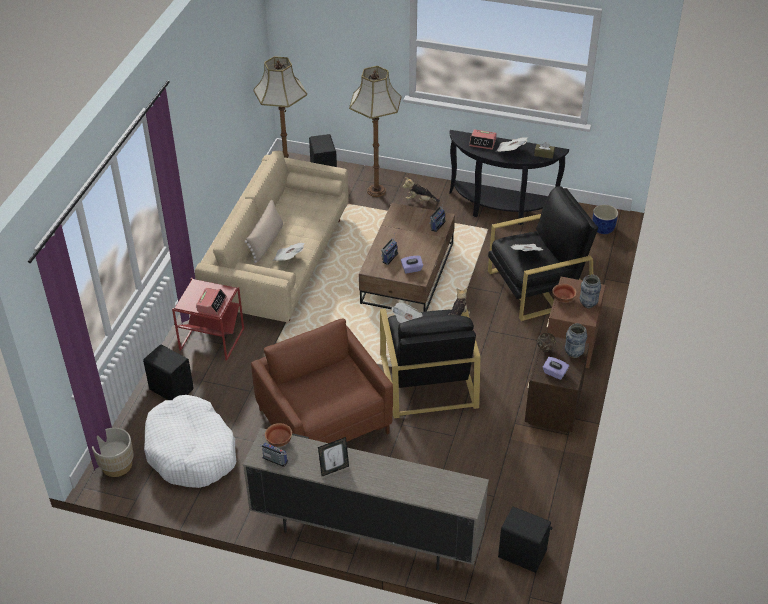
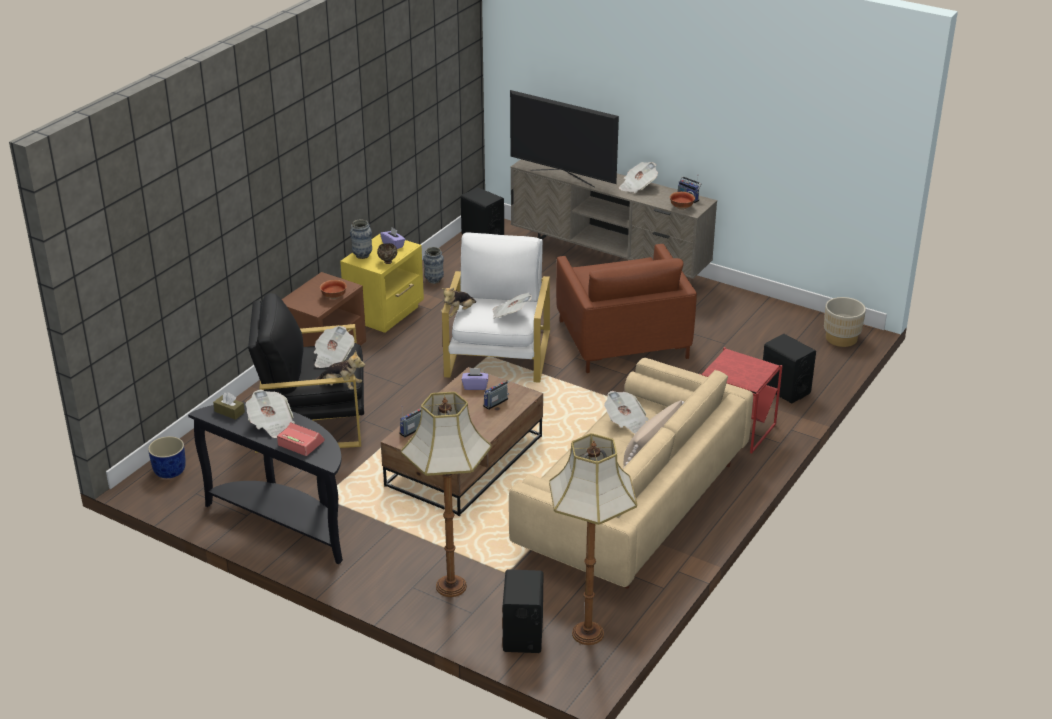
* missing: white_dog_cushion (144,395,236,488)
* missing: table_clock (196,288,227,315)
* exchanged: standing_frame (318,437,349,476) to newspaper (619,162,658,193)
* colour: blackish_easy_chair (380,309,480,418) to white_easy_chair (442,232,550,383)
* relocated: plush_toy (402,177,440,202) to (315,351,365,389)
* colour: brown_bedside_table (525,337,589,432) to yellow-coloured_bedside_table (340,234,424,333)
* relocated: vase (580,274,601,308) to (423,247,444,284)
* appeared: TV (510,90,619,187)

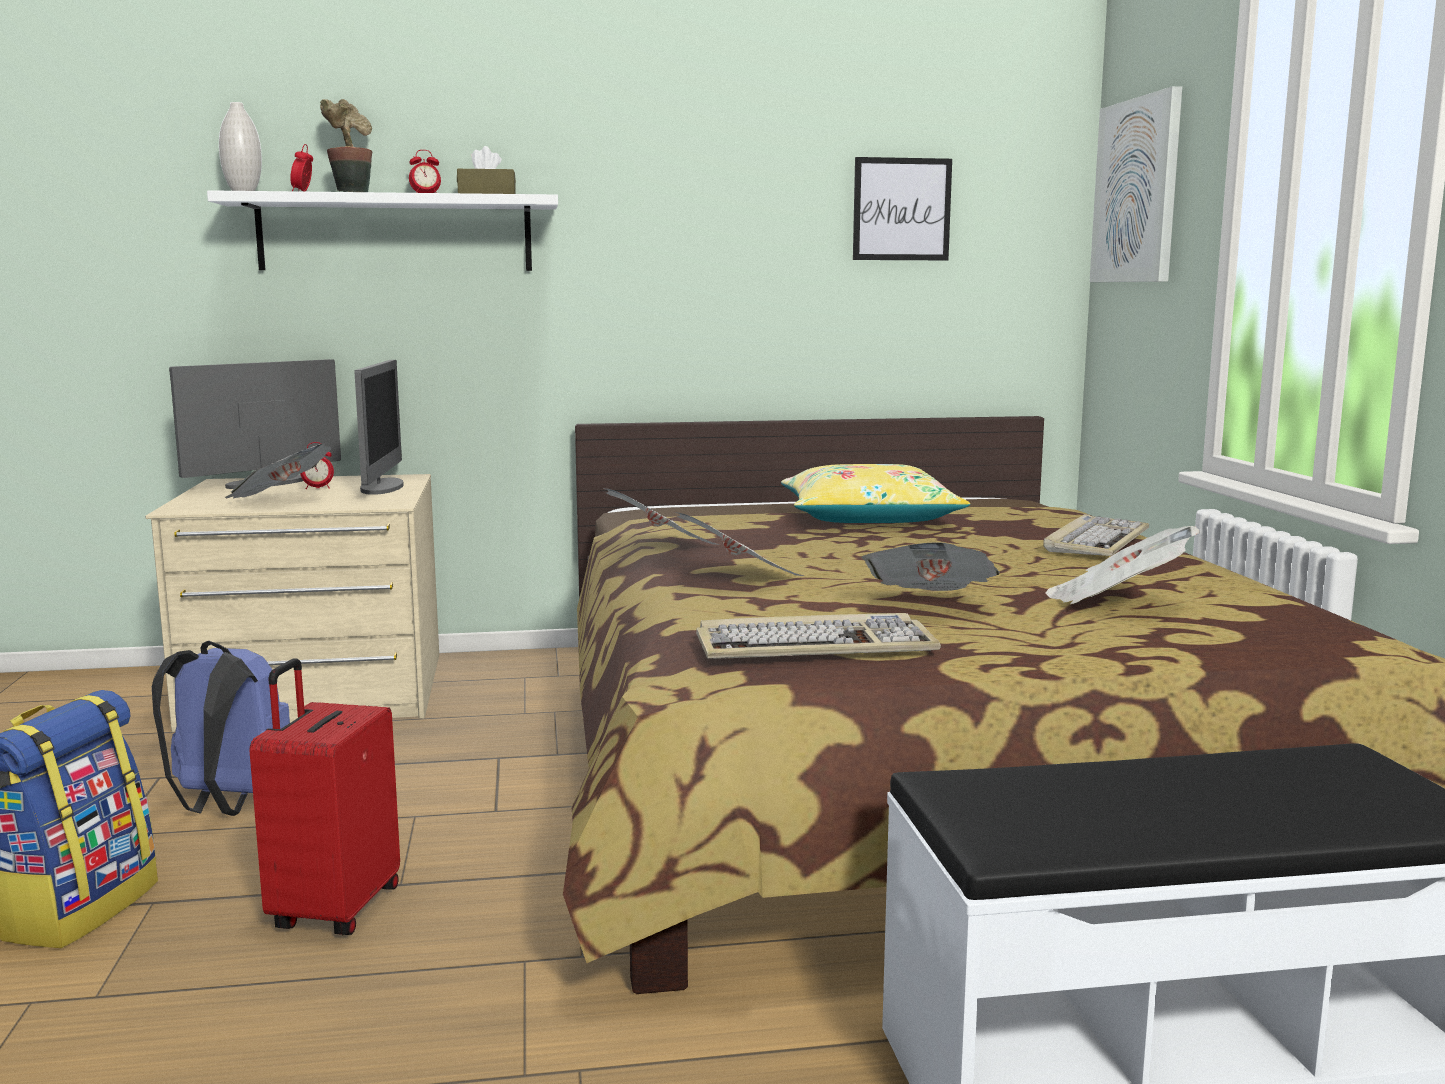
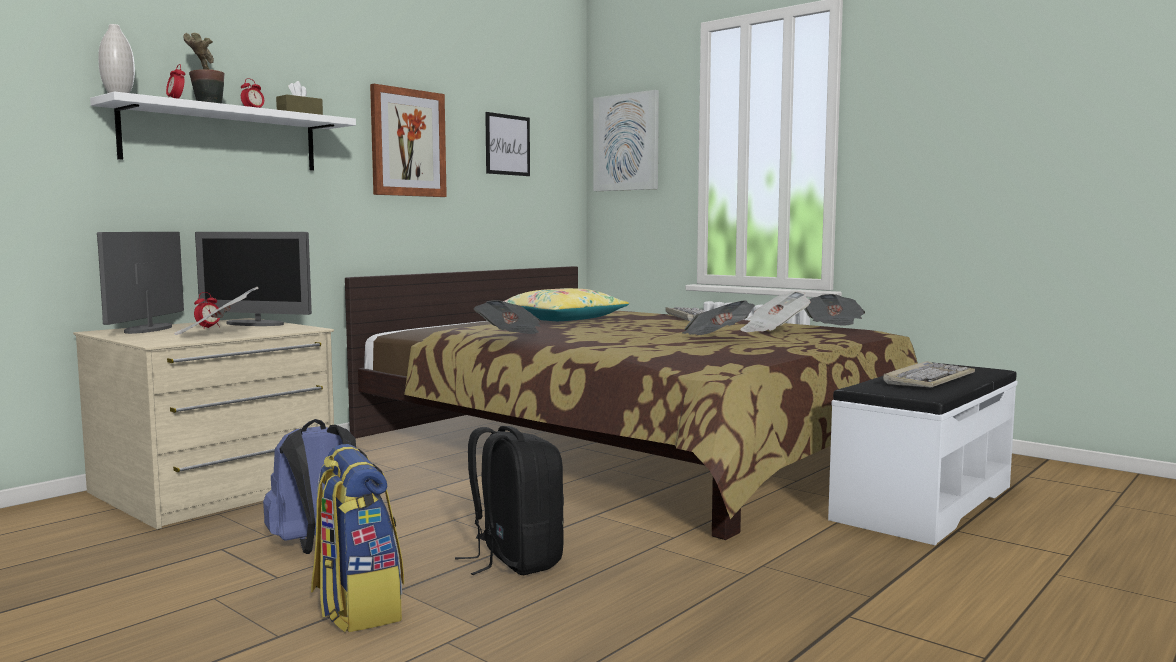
* exchanged: reddish_piece_of_luggage (249,658,400,935) to blackish_knapsack (455,426,564,575)
* spun: computer_screen (354,360,404,495) = (195,232,312,326) 150 degrees clockwise
* relocated: newspaper (674,512,804,576) to (804,294,865,326)
* relocated: PC_keyboard (696,613,941,659) to (883,361,975,387)
* appeared: wall_picture (370,84,447,197)

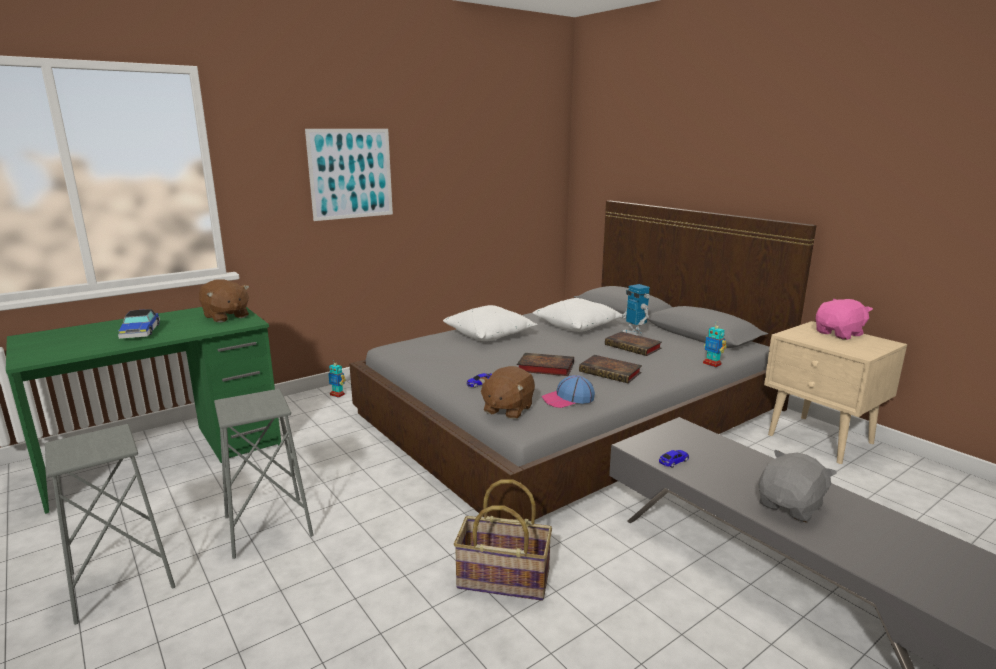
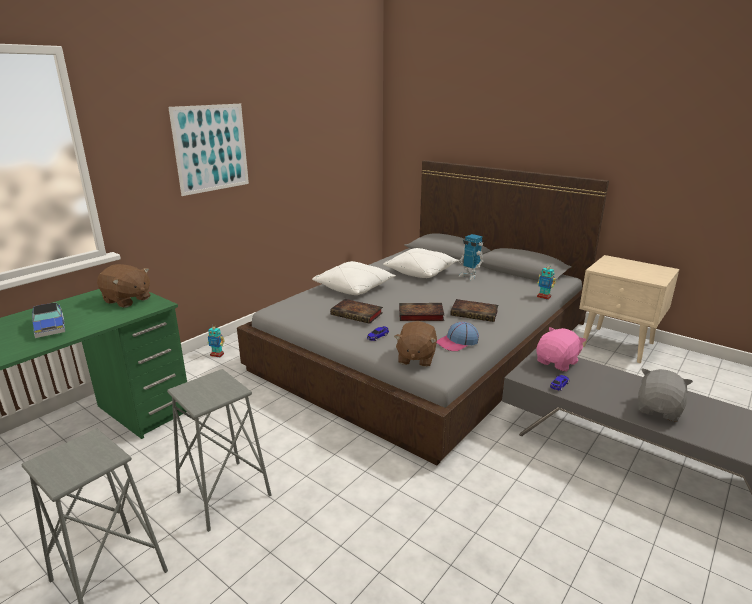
* missing: basket (454,479,552,601)
* relocated: volume (605,331,662,356) to (330,299,383,324)
* relocated: pink_plush_toy (816,299,873,340) to (536,327,586,372)

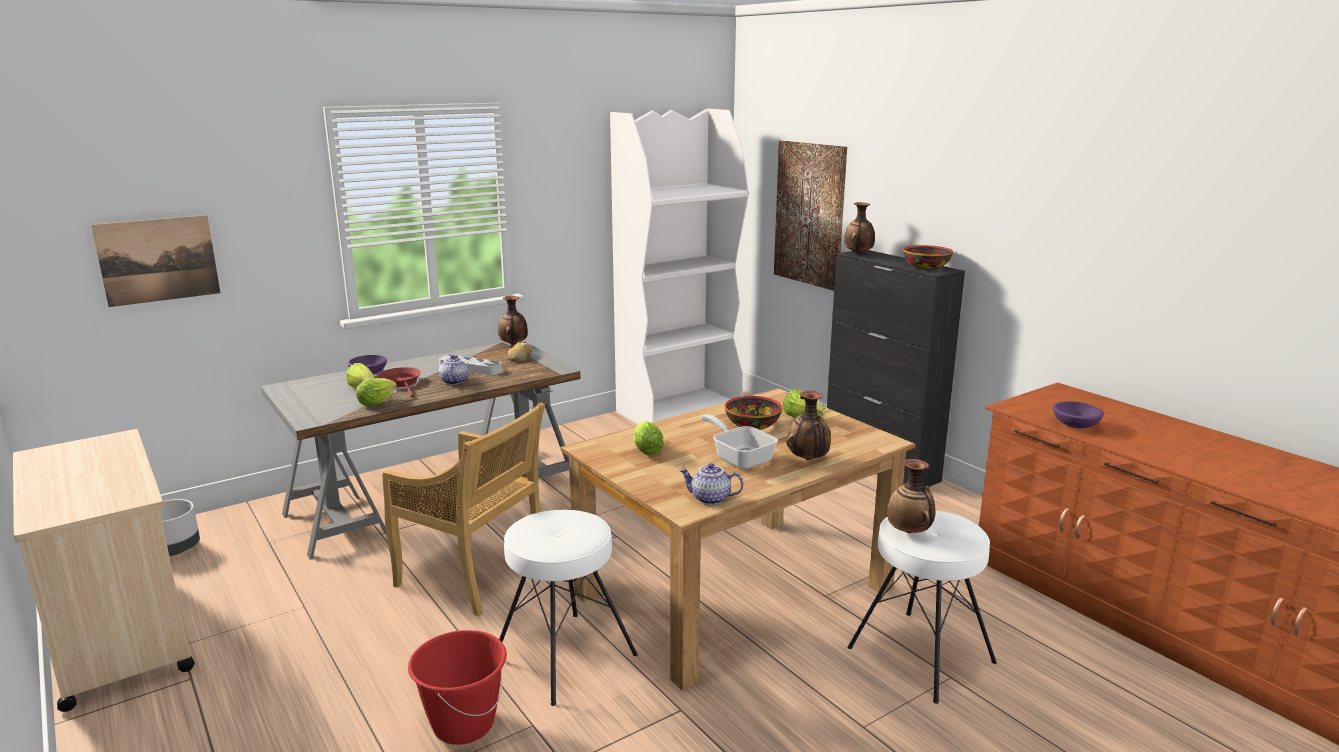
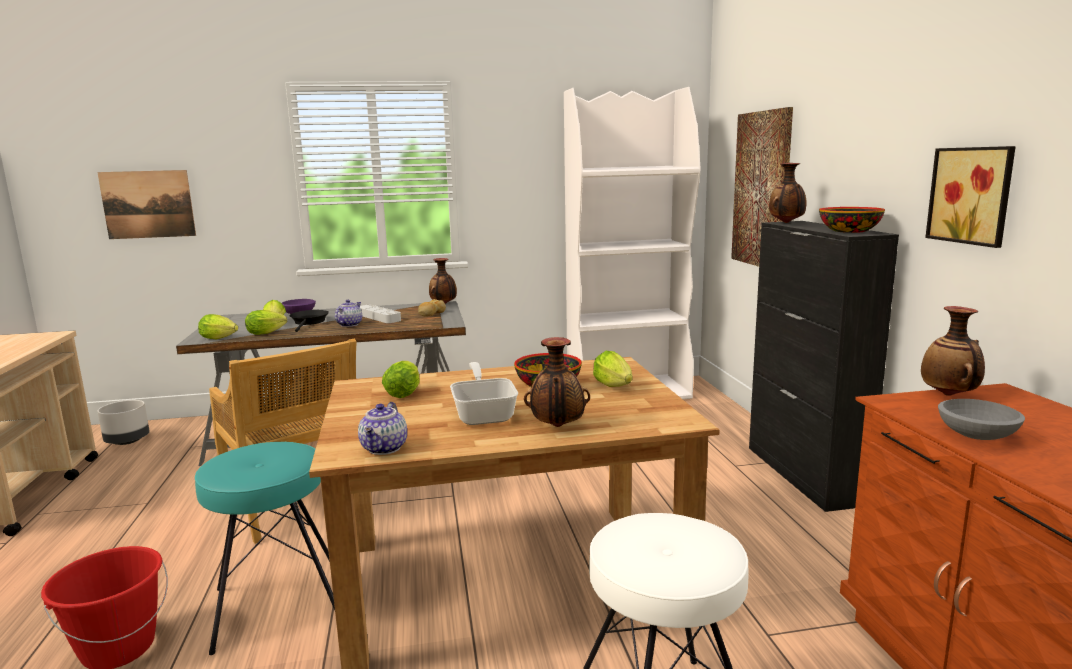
* colour: reddish_skillet (378,367,421,397) to blackish_skillet (289,310,329,332)
* colour: white_stool_seat (499,510,638,706) to turquoise-coloured_stool_seat (195,442,335,655)
* spun: tea_pot (679,463,744,505) = (358,402,407,455) 120 degrees counterclockwise
* relocated: vase (887,459,935,533) to (921,306,985,396)
* colour: purplish_bowl (1053,401,1104,428) to greyish_bowl (938,399,1025,440)
* appeared: lettuce_head (198,314,238,339)
* appeared: wall_picture (925,146,1016,248)

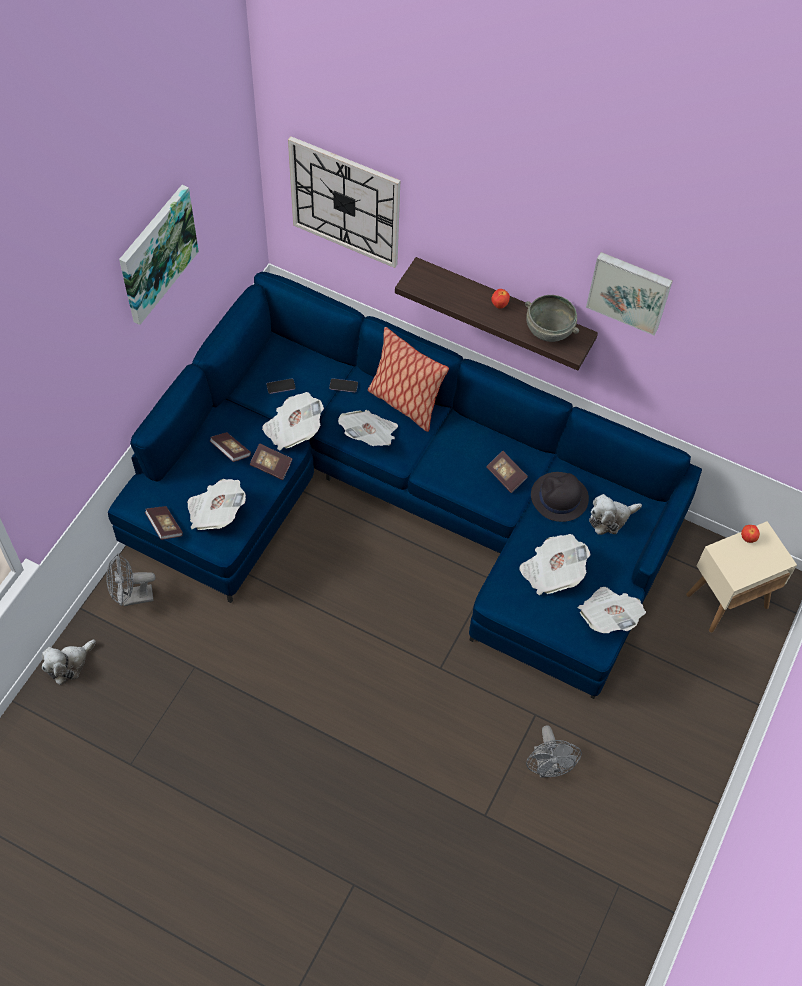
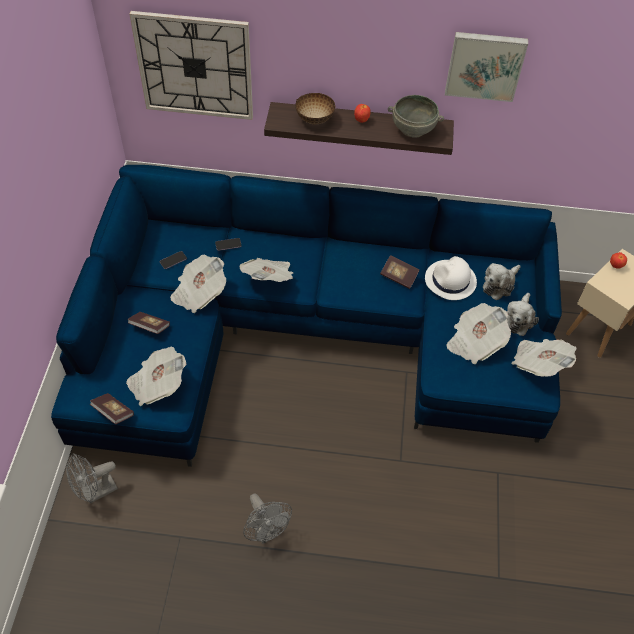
* relocated: plush_toy (42,640,96,685) to (507,293,539,336)
* missing: wall_picture (119,185,199,325)
* missing: volume (249,443,292,480)
* missing: pillow (368,327,449,432)
* relocated: greyish_fan (526,725,582,778) to (243,494,292,544)
* colour: blackish_hat (531,472,589,522) to white_hat (425,256,477,300)
* appeared: bowl (295,93,336,124)

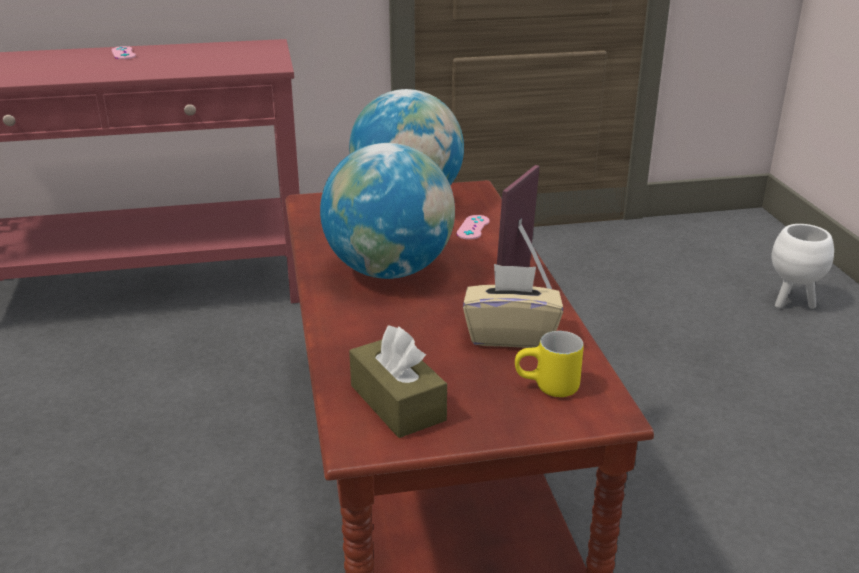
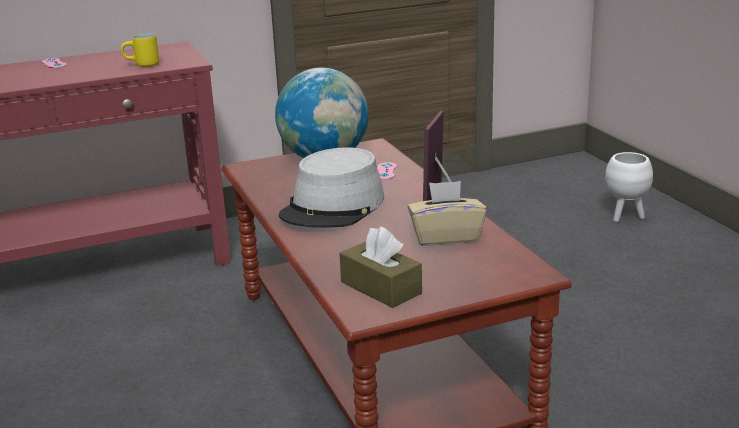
* exchanged: globe (320,143,455,279) to greyish_hat (279,147,384,228)
* relocated: yellow-coloured_coffee_mug (515,331,584,397) to (121,33,159,67)

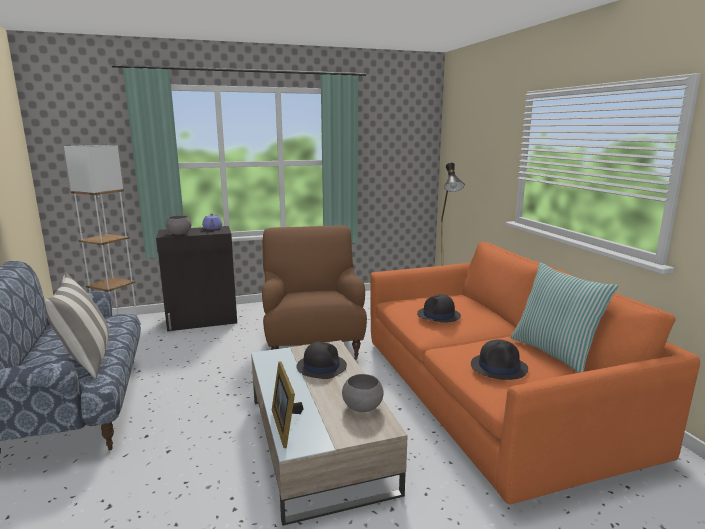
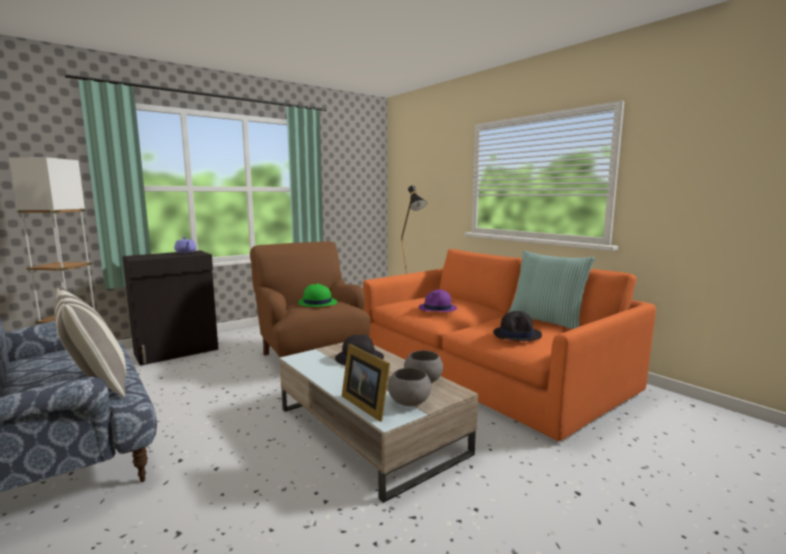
* relocated: greyish_bowl (166,215,191,235) to (388,368,431,406)
* colour: blackish_hat (417,294,461,323) to purplish_hat (419,289,457,312)
* appeared: green_hat (298,284,337,307)

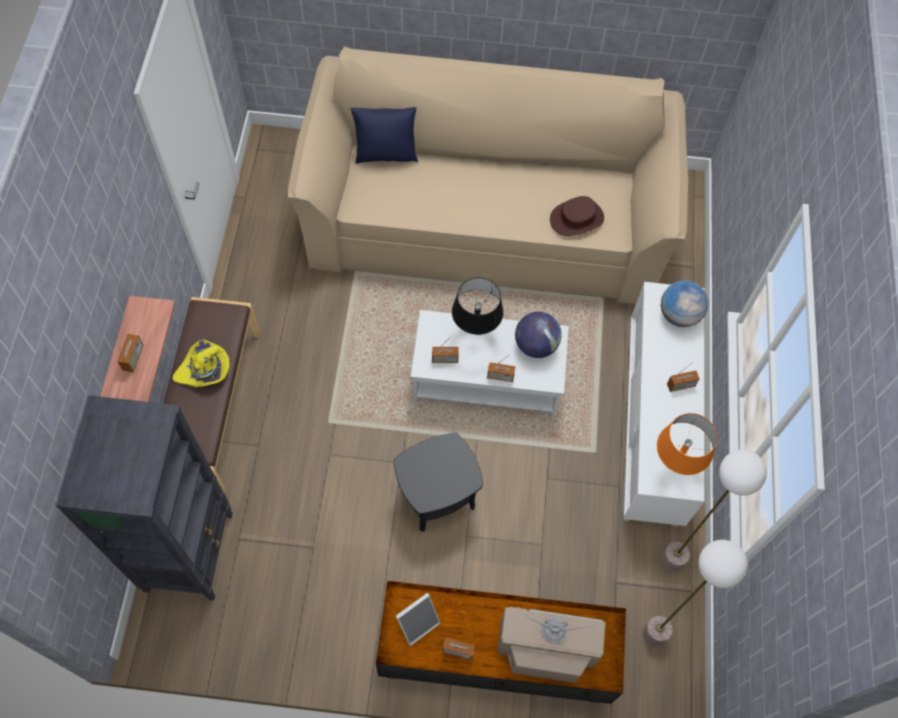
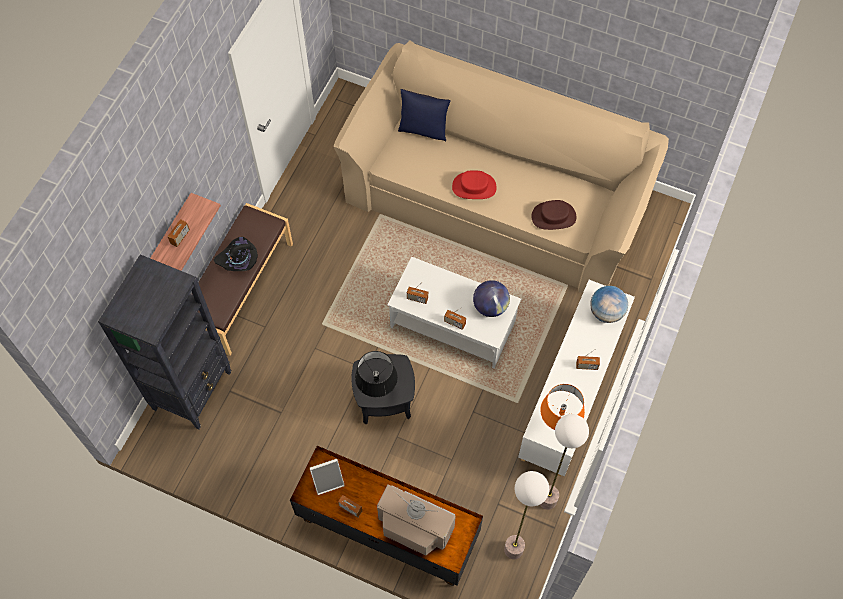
* colour: yellow-coloured_hat (173,339,230,387) to blackish_hat (214,237,258,271)
* relocated: blackish_tabletop_lamp (452,277,503,335) to (355,351,398,397)
* appeared: reddish_hat (452,170,497,199)

